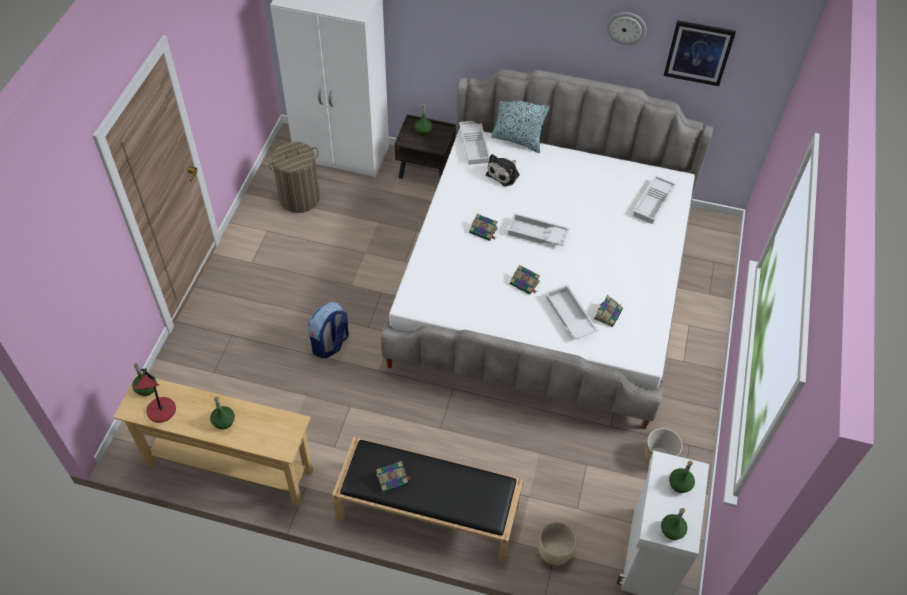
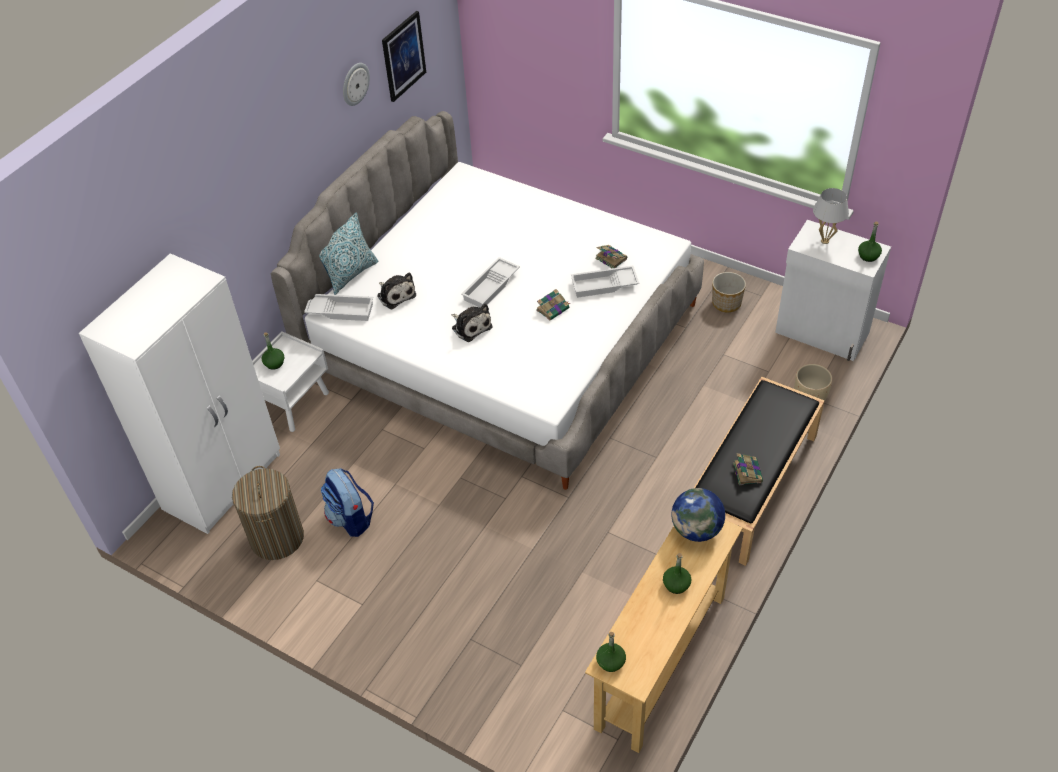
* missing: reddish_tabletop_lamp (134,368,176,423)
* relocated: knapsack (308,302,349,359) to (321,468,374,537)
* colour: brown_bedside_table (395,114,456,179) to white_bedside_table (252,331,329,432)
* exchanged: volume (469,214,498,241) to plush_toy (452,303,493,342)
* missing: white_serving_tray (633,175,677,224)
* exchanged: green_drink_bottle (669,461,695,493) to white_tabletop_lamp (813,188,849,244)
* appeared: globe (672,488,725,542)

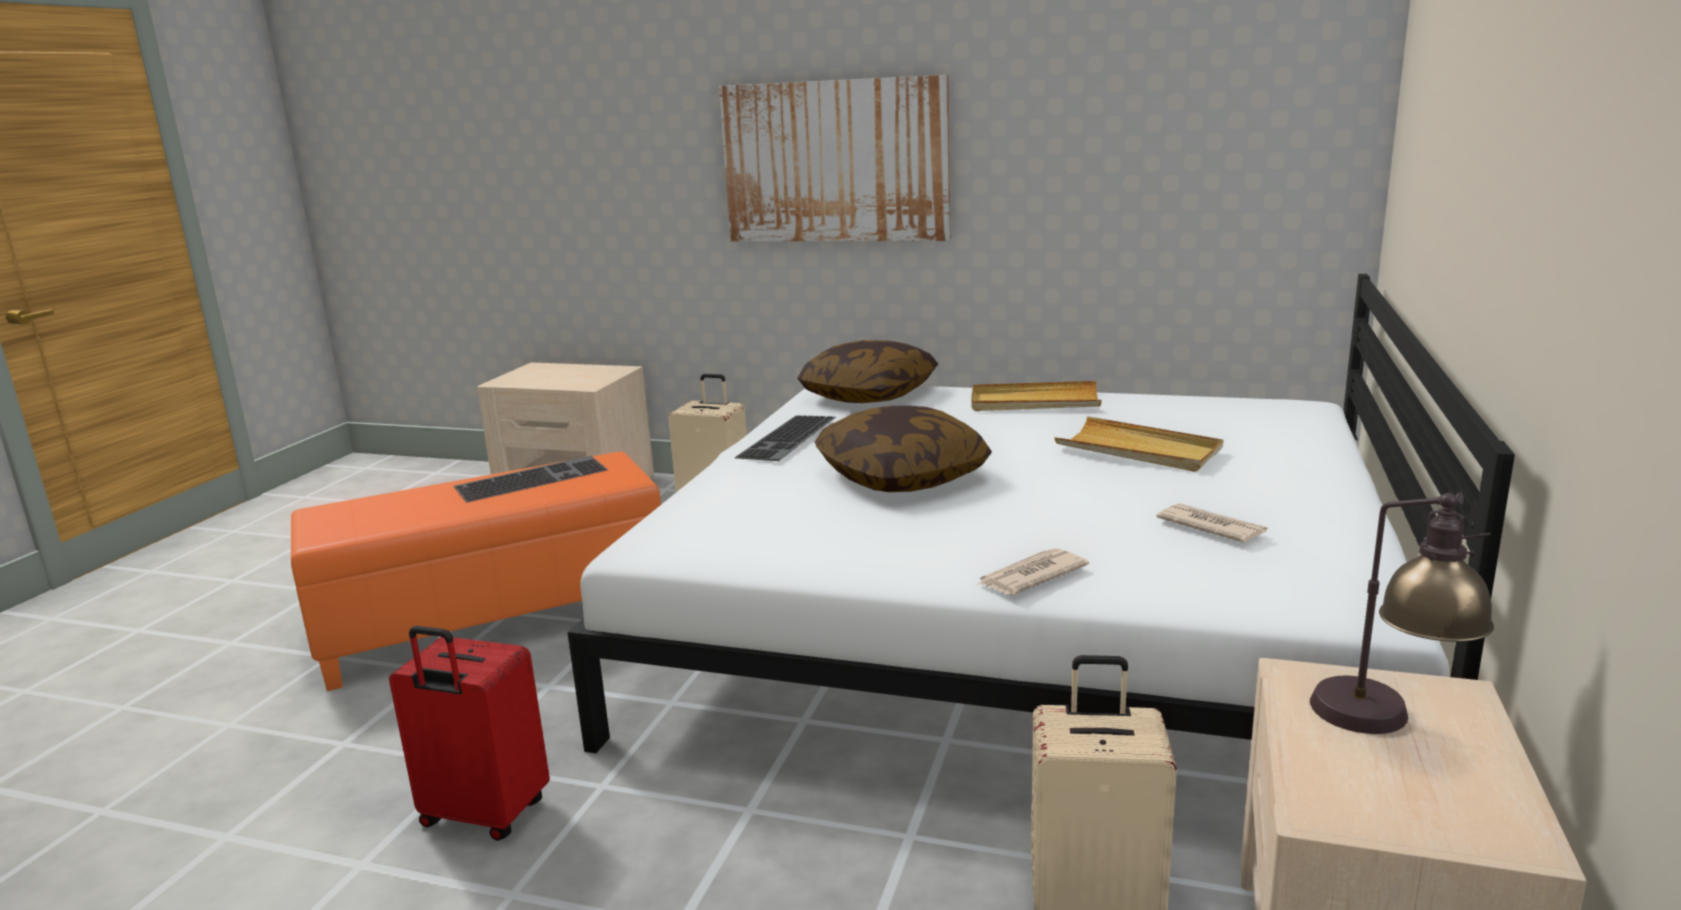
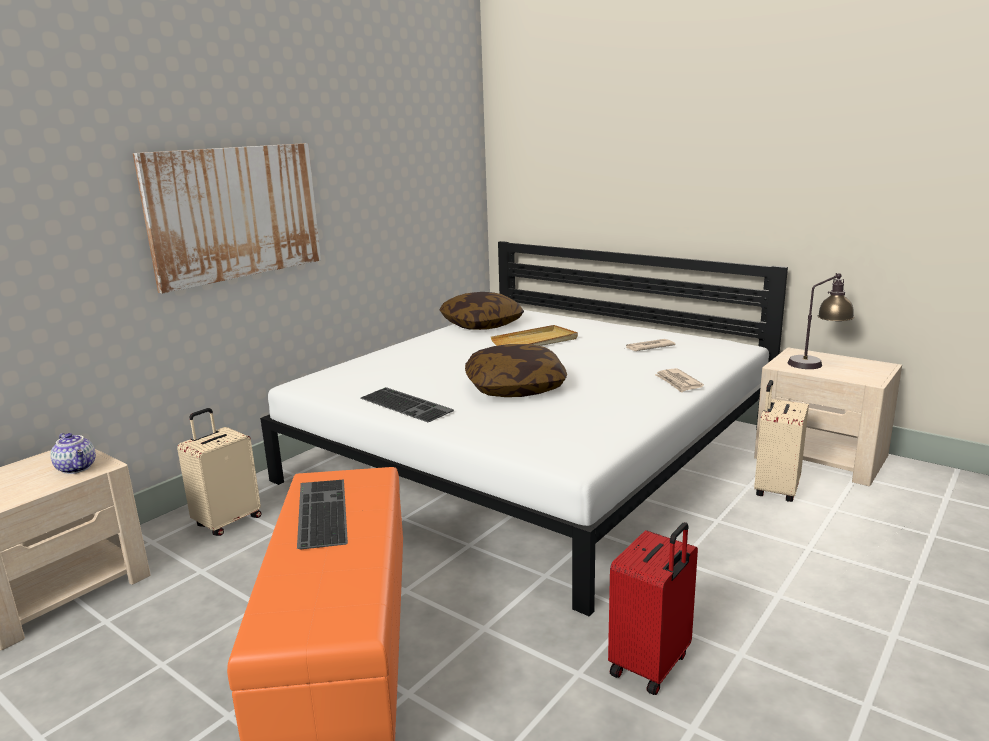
* relocated: pillow (797,340,938,403) to (439,292,524,330)
* missing: sand-coloured_serving_tray (971,381,1102,411)
* appeared: tea_pot (51,433,96,474)

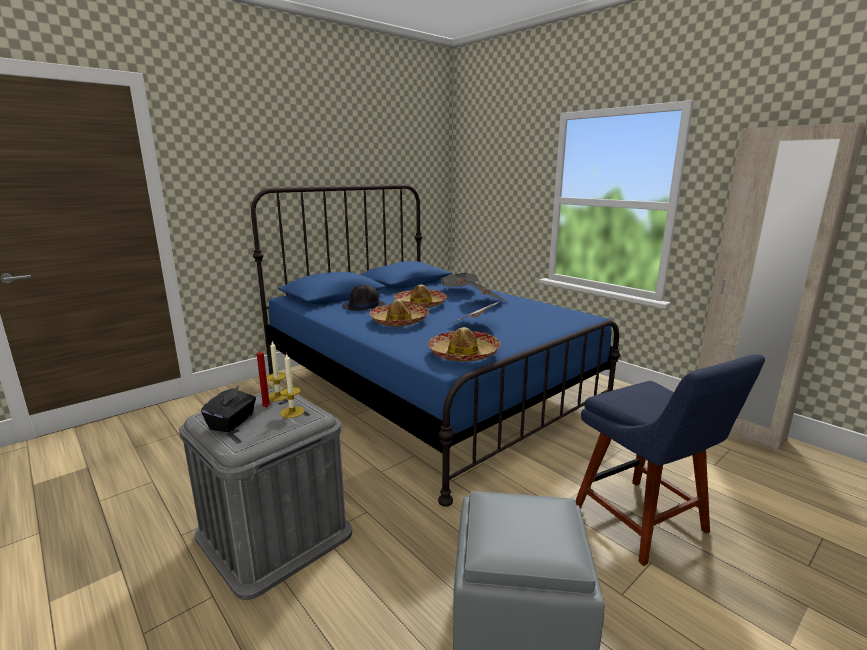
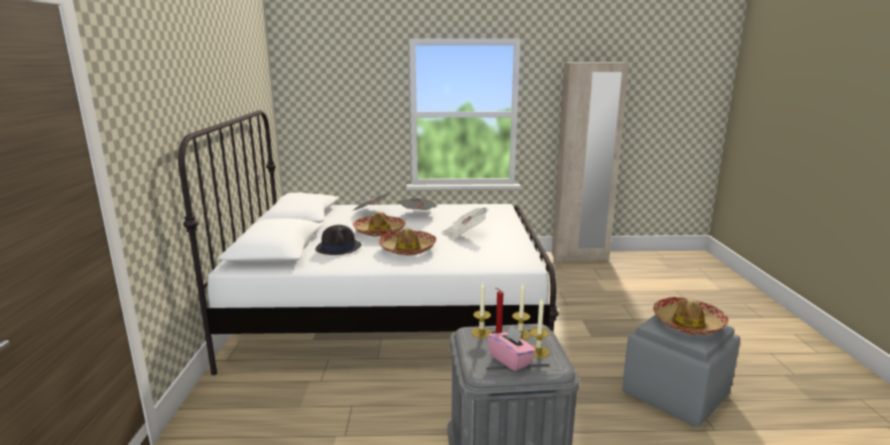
* colour: blackish_tissue_box (201,386,256,432) to pink_tissue_box (487,325,536,371)
* colour: blue_bed (251,185,621,507) to white_bed (178,110,558,375)
* relocated: hat (428,327,501,362) to (653,297,729,335)
* missing: blue_upright_chair (575,354,765,566)
* appeared: candle (530,298,550,358)

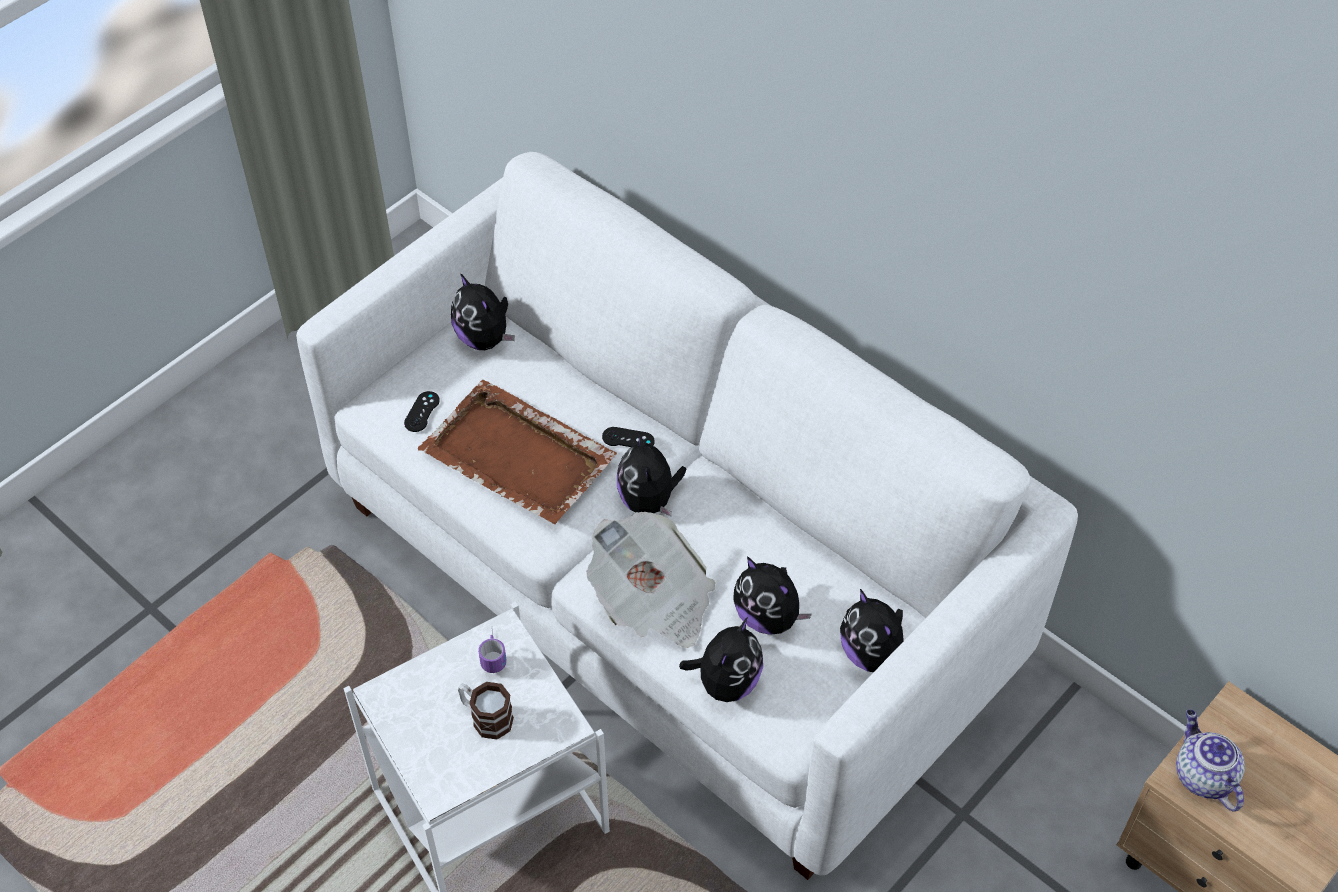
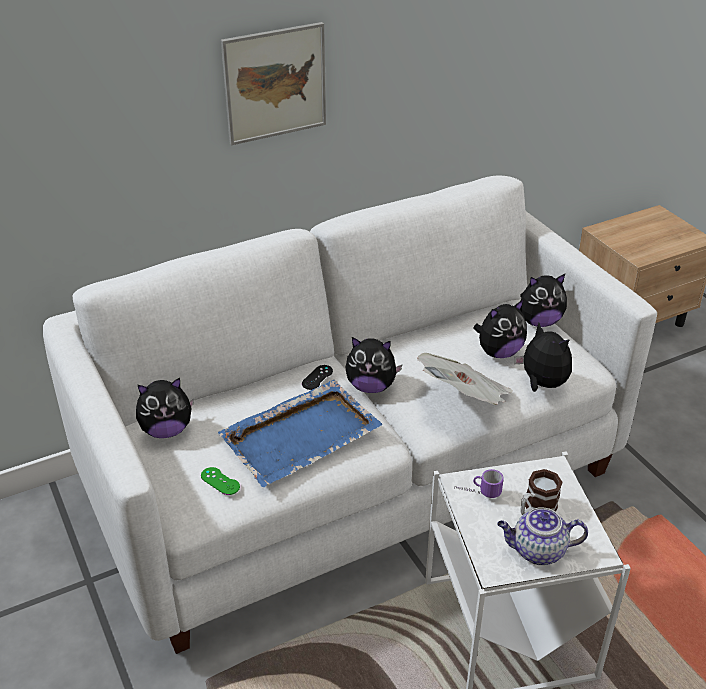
* colour: blackish_gamepad (404,391,440,432) to green_gamepad (201,467,240,495)
* colour: brown_serving_tray (418,380,617,524) to blue_serving_tray (218,380,383,487)
* relocated: tea_pot (1176,710,1245,812) to (497,507,588,565)
* appeared: wall_picture (221,22,326,145)

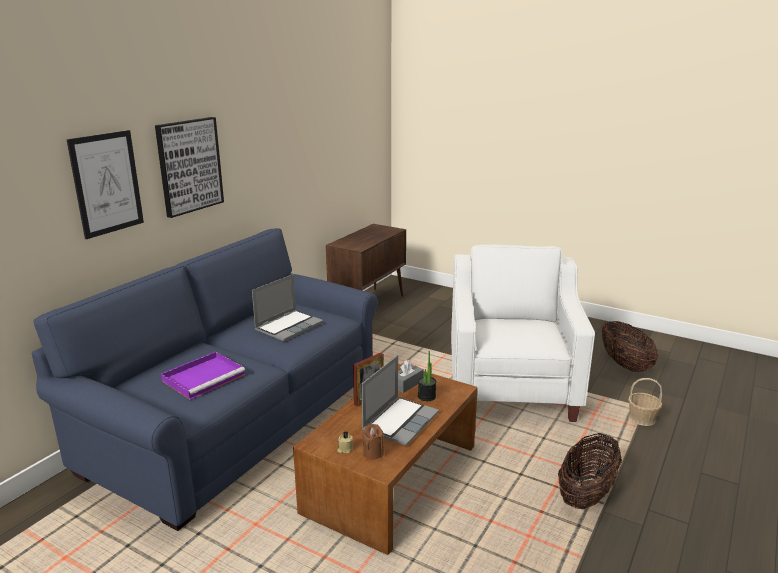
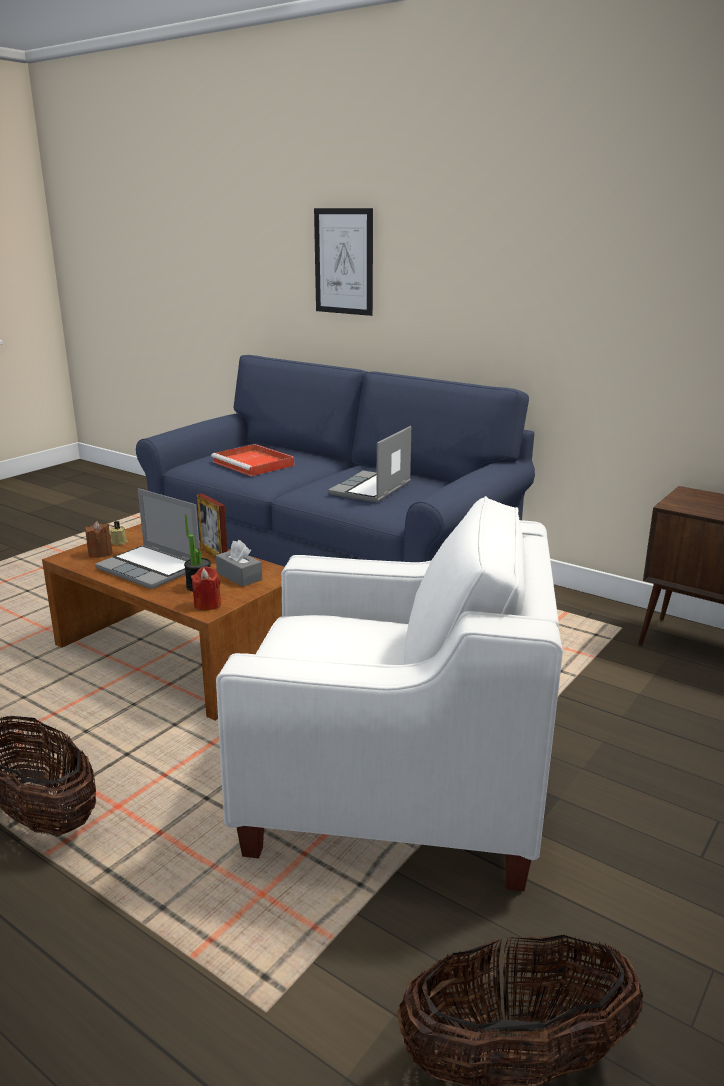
* missing: wall_picture (155,117,224,218)
* colour: purplish_serving_tray (161,352,245,400) to reddish_serving_tray (211,444,295,476)
* spun: laptop (252,274,323,342) = (328,426,411,503) 75 degrees clockwise
* missing: basket (628,378,662,426)
* appeared: reddish_candle (191,566,221,611)

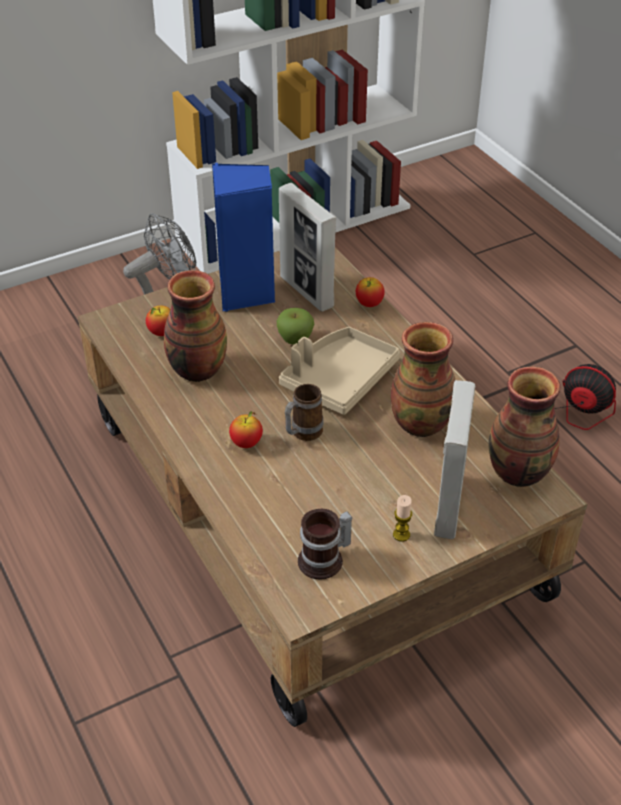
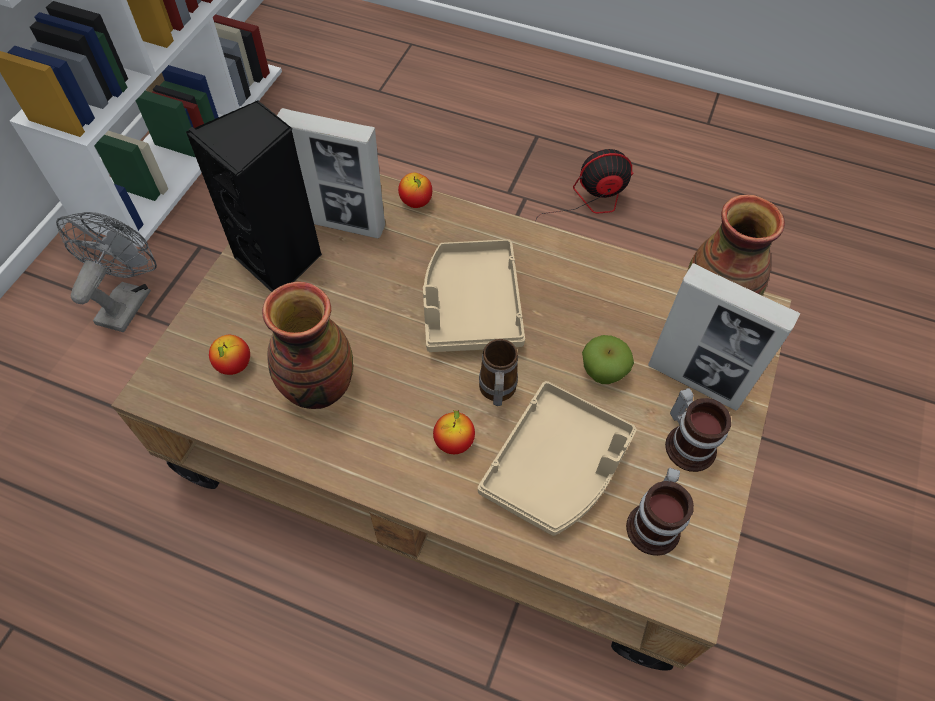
* colour: blue_audio_speaker (212,163,275,312) to blackish_audio_speaker (186,101,322,292)
* relocated: whole_apple (277,308,314,345) to (582,335,634,384)
* missing: vase (391,322,455,437)
* exchanged: candle (393,495,412,542) to coffee_mug (665,388,731,472)
* spun: standing_frame (434,380,475,539) = (648,263,800,411) 150 degrees clockwise
* appeared: sand-coloured_serving_tray (478,381,637,536)

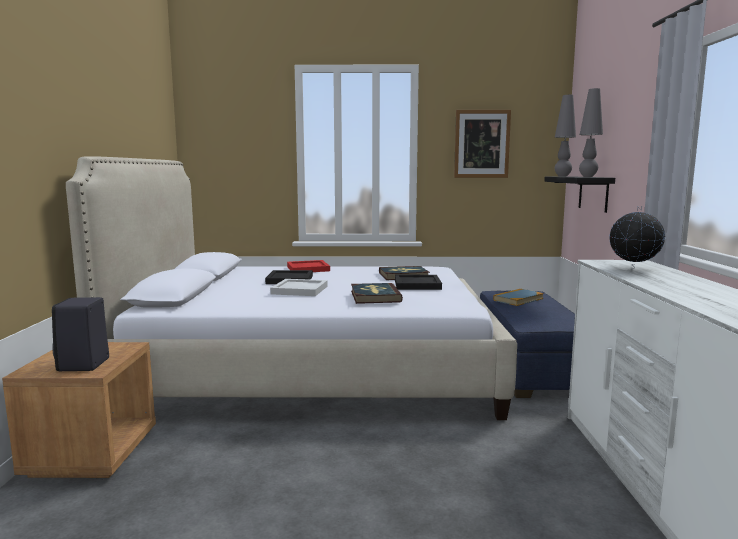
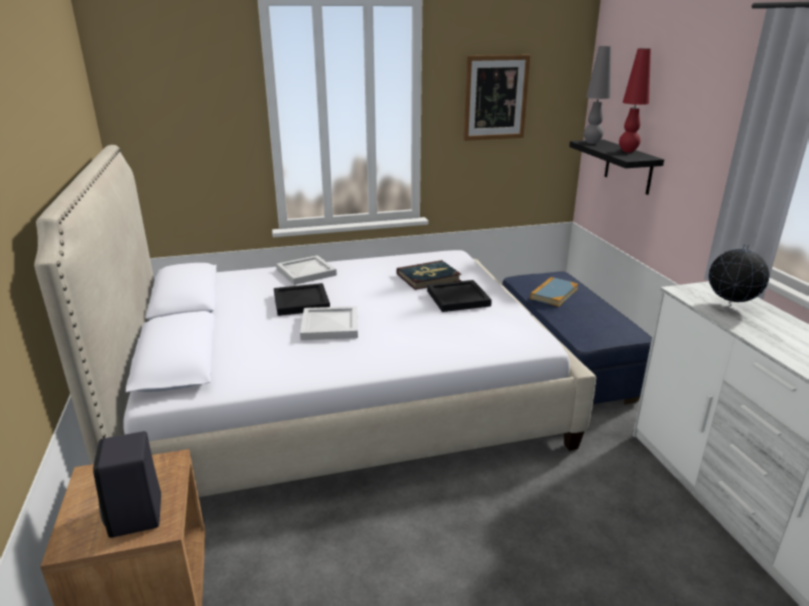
* colour: reddish_serving_tray (287,260,330,272) to white_serving_tray (276,255,337,285)
* missing: volume (351,283,403,304)
* colour: greyish_tabletop_lamp (579,88,603,177) to reddish_tabletop_lamp (619,48,651,152)

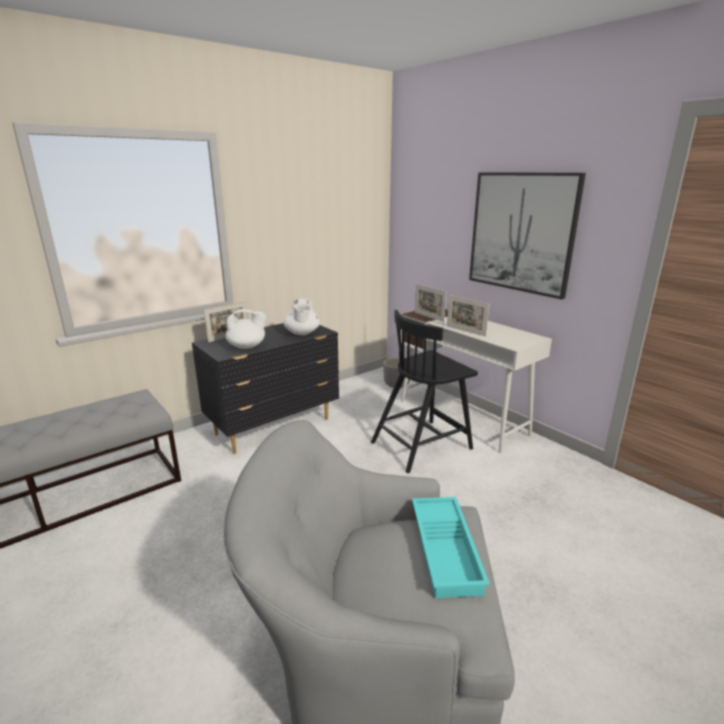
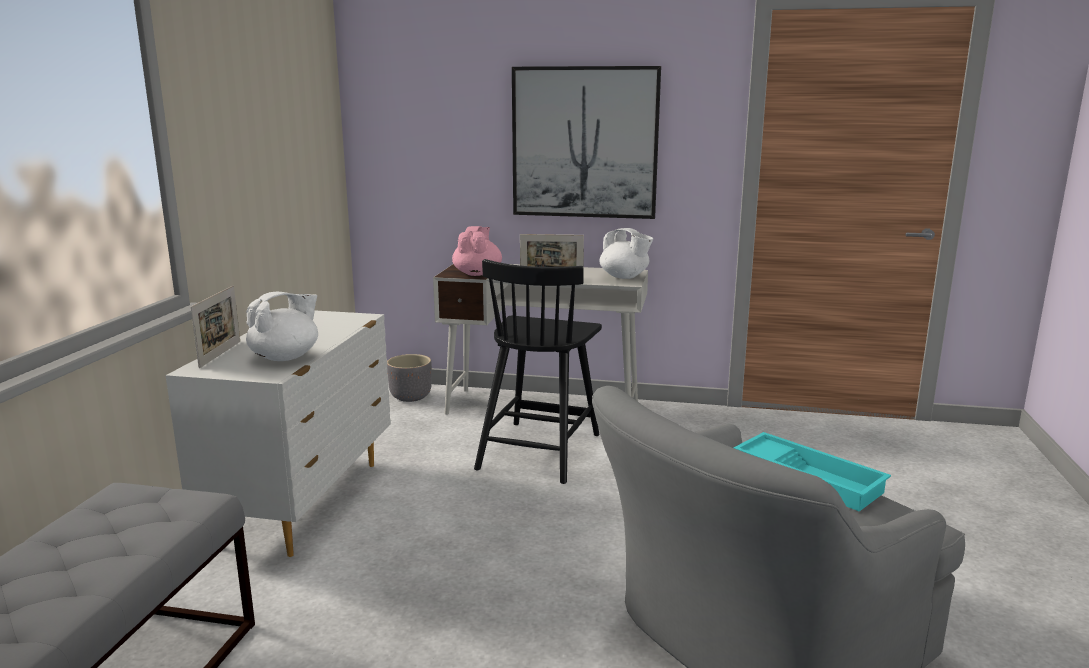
* colour: blackish_chest_of_drawers (192,323,339,454) to white_chest_of_drawers (166,310,391,557)
* relocated: white_tea_pot (283,299,320,335) to (599,228,653,279)
* exchanged: standing_frame (415,284,446,322) to pink_tea_pot (452,226,502,276)

